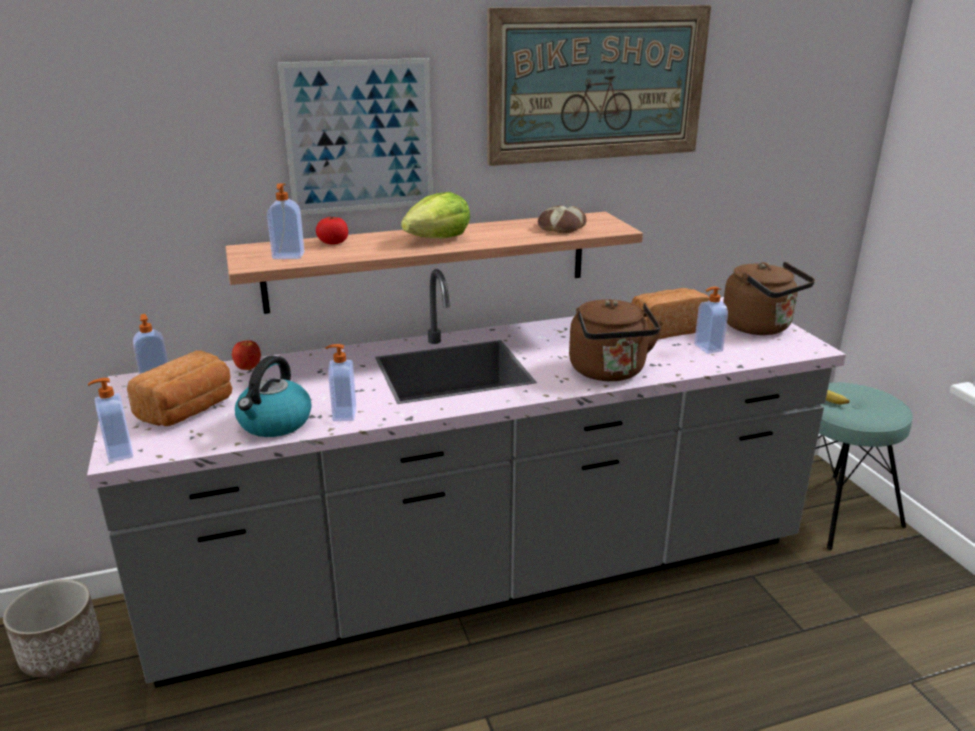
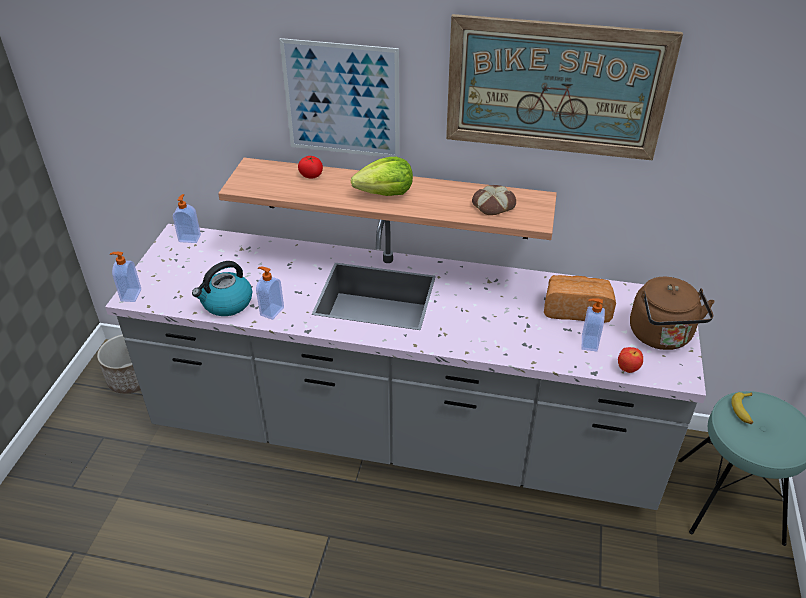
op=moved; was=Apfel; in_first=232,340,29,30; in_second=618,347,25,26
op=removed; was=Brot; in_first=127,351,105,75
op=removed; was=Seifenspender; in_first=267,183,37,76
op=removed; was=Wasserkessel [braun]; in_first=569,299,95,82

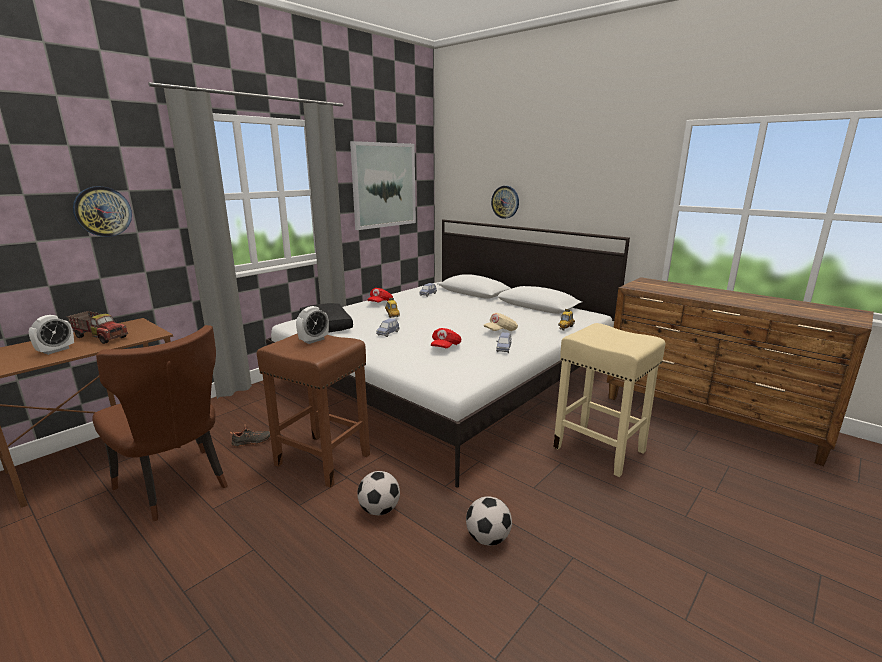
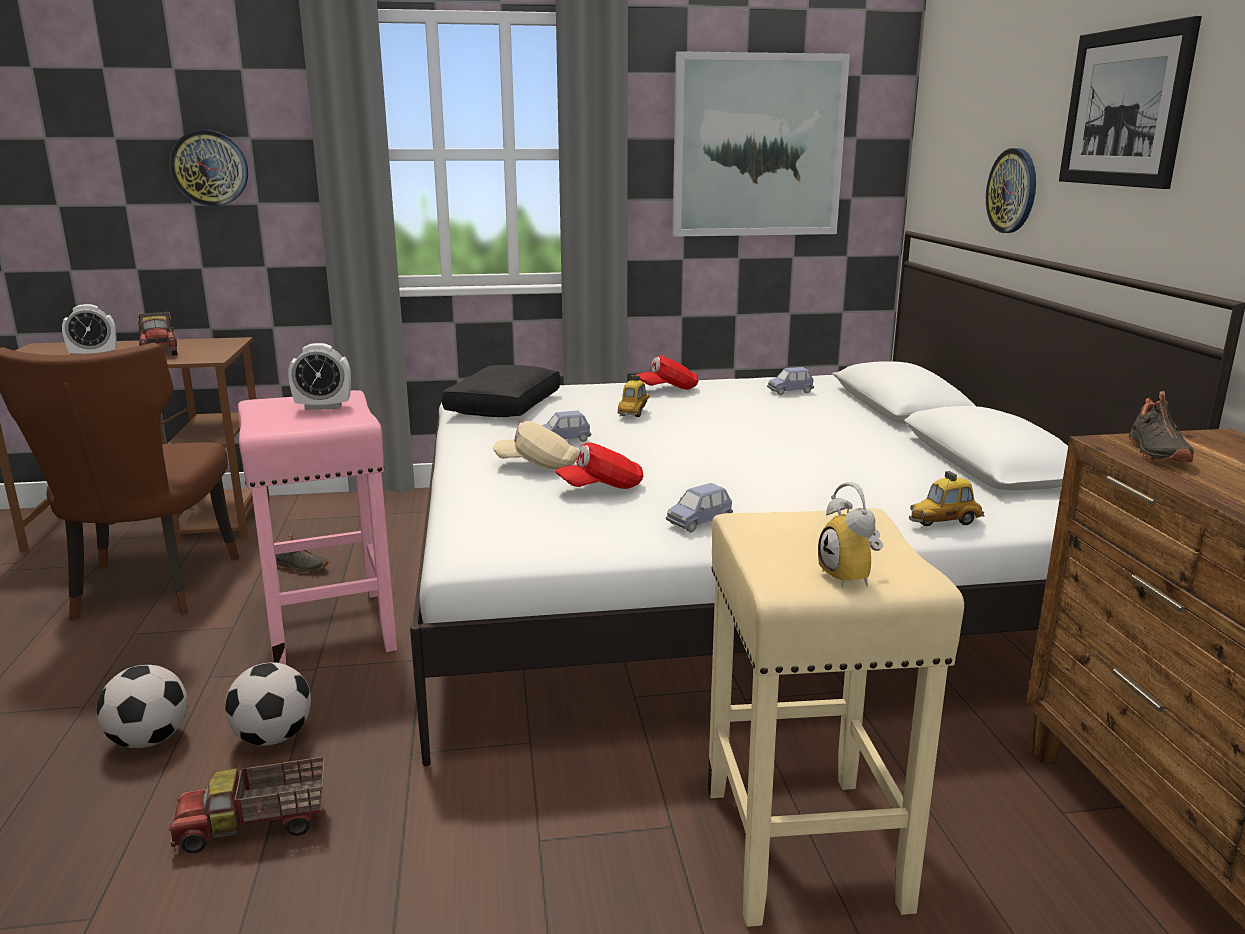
op=moved; was=Fußball; in_first=466,496,46,50; in_second=96,665,92,83
op=added; now=Spielzeuglaster; in_second=169,757,156,96
op=recoloured; was=Hocker [braun]; now=Hocker [rosa]; in_first=257,334,113,154; in_second=238,390,159,275
op=moved; was=Kappe [beige]; in_first=484,313,34,18; in_second=493,421,85,49
op=added; now=Wecker; in_second=818,482,65,106
op=added; now=Bild; in_second=1059,16,143,173
op=added; now=Schuh [schwarz]; in_second=1129,391,65,71

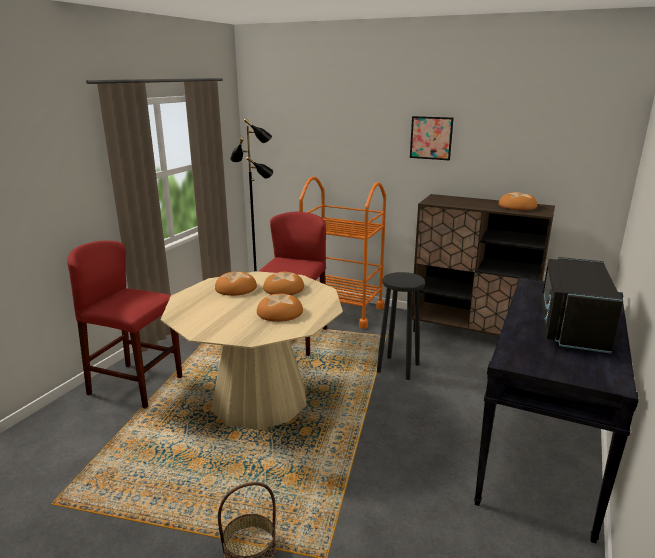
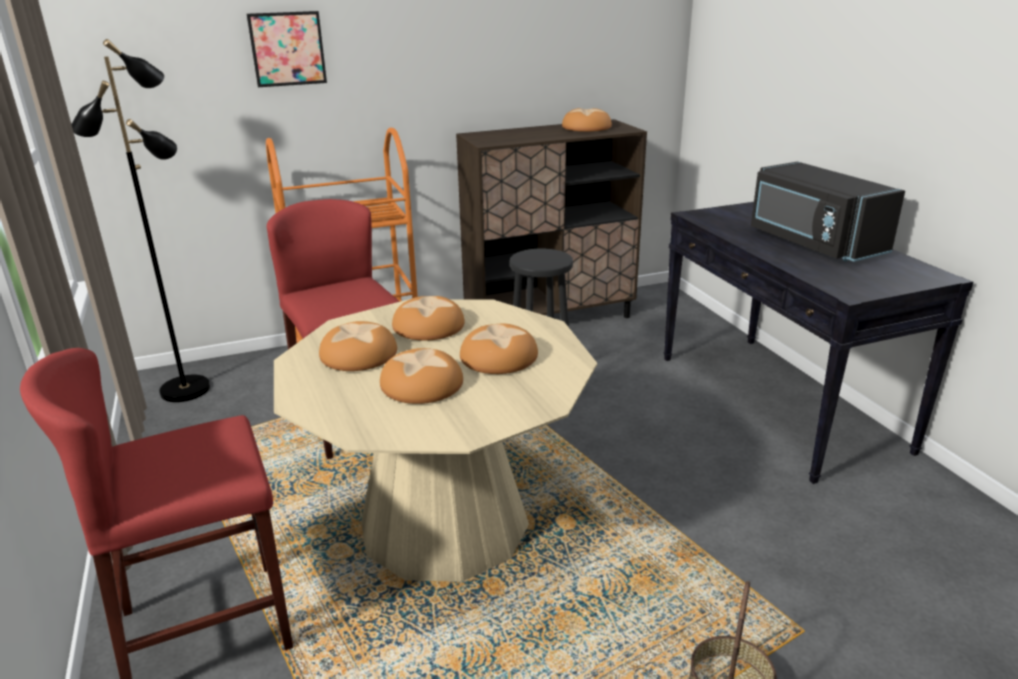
op=moved; was=Bild; in_first=410,116,44,44; in_second=247,11,80,76
op=added; now=Brot; in_second=380,348,83,56

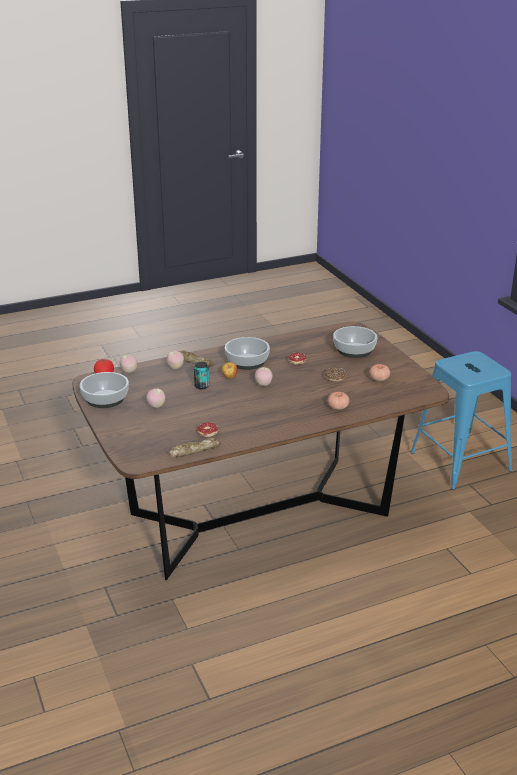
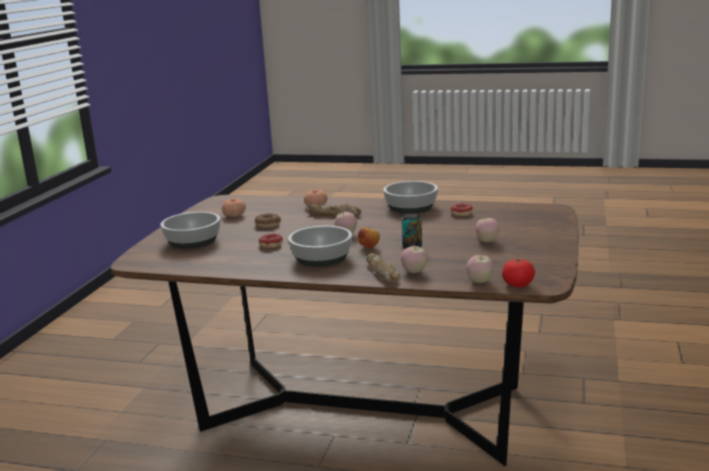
op=moved; was=Brot; in_first=169,438,52,19; in_second=308,203,53,13
op=moved; was=Schüssel; in_first=79,372,50,36; in_second=383,181,55,33
op=removed; was=Hocker [blau]; in_first=411,351,101,139

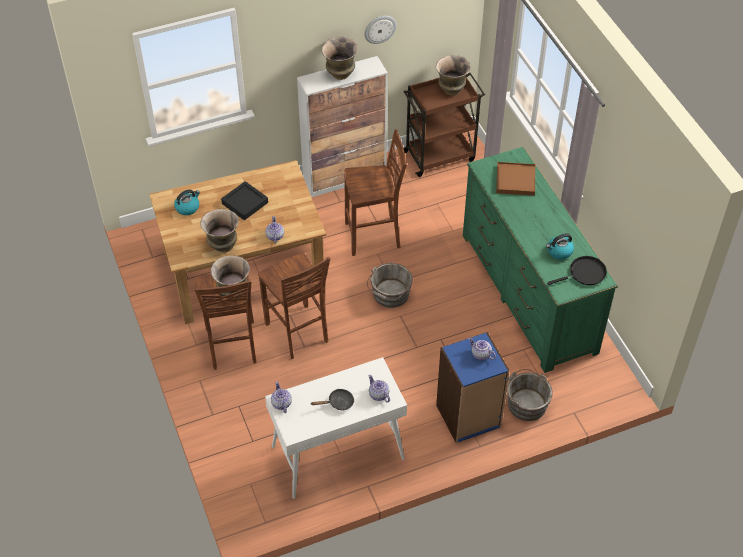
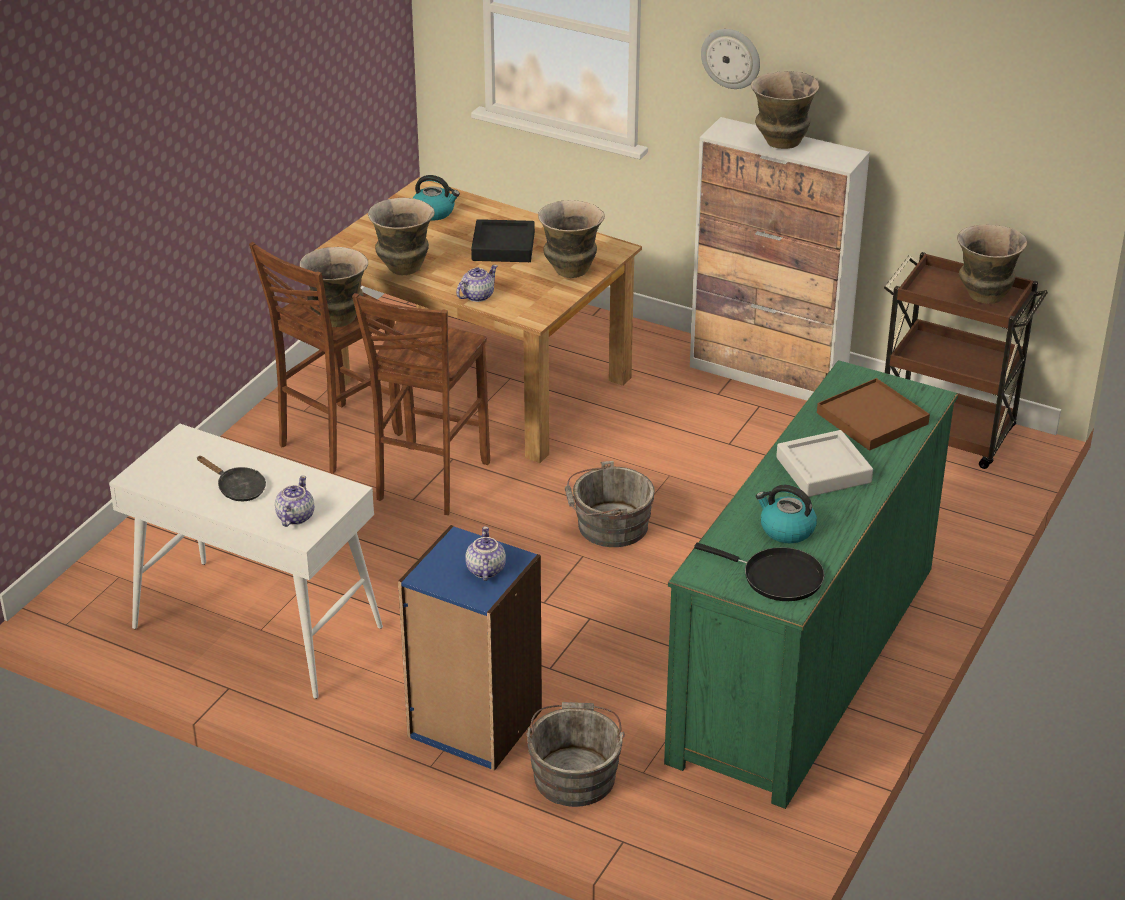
op=added; now=Vase; in_second=538,200,67,78
op=moved; was=Wanduhr; in_first=364,16,33,28; in_second=701,29,59,60
op=added; now=Tablett [grau]; in_second=776,430,97,67
op=removed; was=Teekanne; in_first=271,382,21,31
op=removed; was=Hocker [braun]; in_first=345,129,62,127

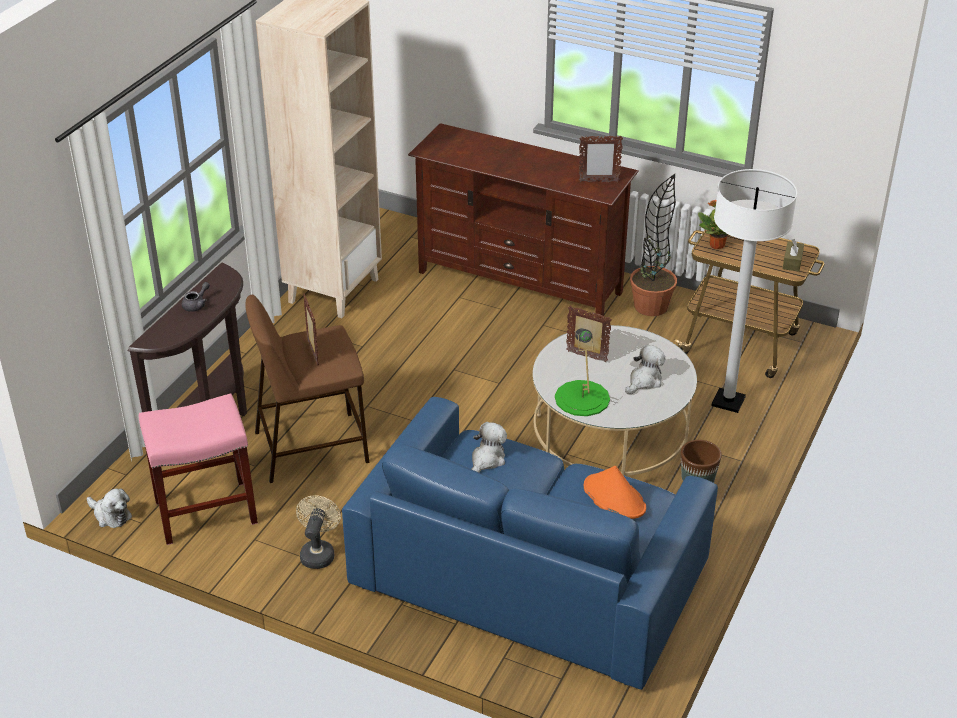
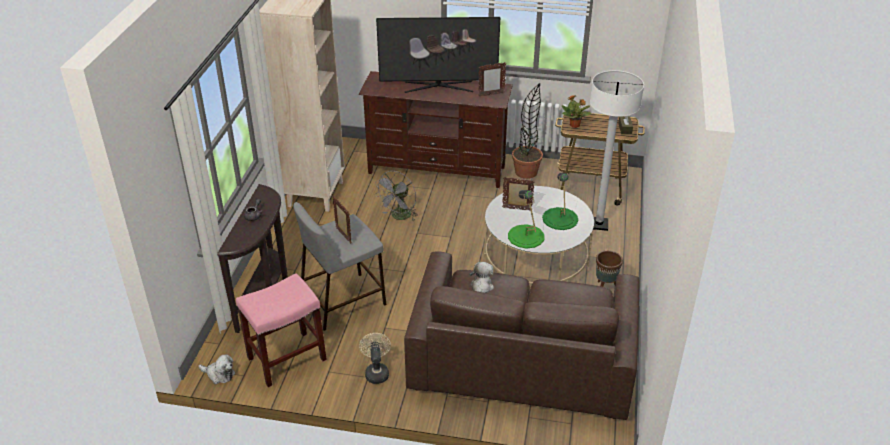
op=recoloured; was=Hocker [braun]; now=Hocker [grau]; in_first=245,295,125,188; in_second=293,202,93,129
op=added; now=Ventilator [grau]; in_second=374,171,44,50
op=added; now=Fernseher; in_second=376,17,124,76
op=recoloured; was=Sofa [blau]; now=Sofa [braun]; in_first=342,397,376,293; in_second=404,251,236,169
op=replaced; was=Plüschtier; now=Tischlampe [grün]; in_first=625,345,40,49; in_second=542,173,37,57
op=removed; was=Hut [orange]; in_first=584,466,62,53

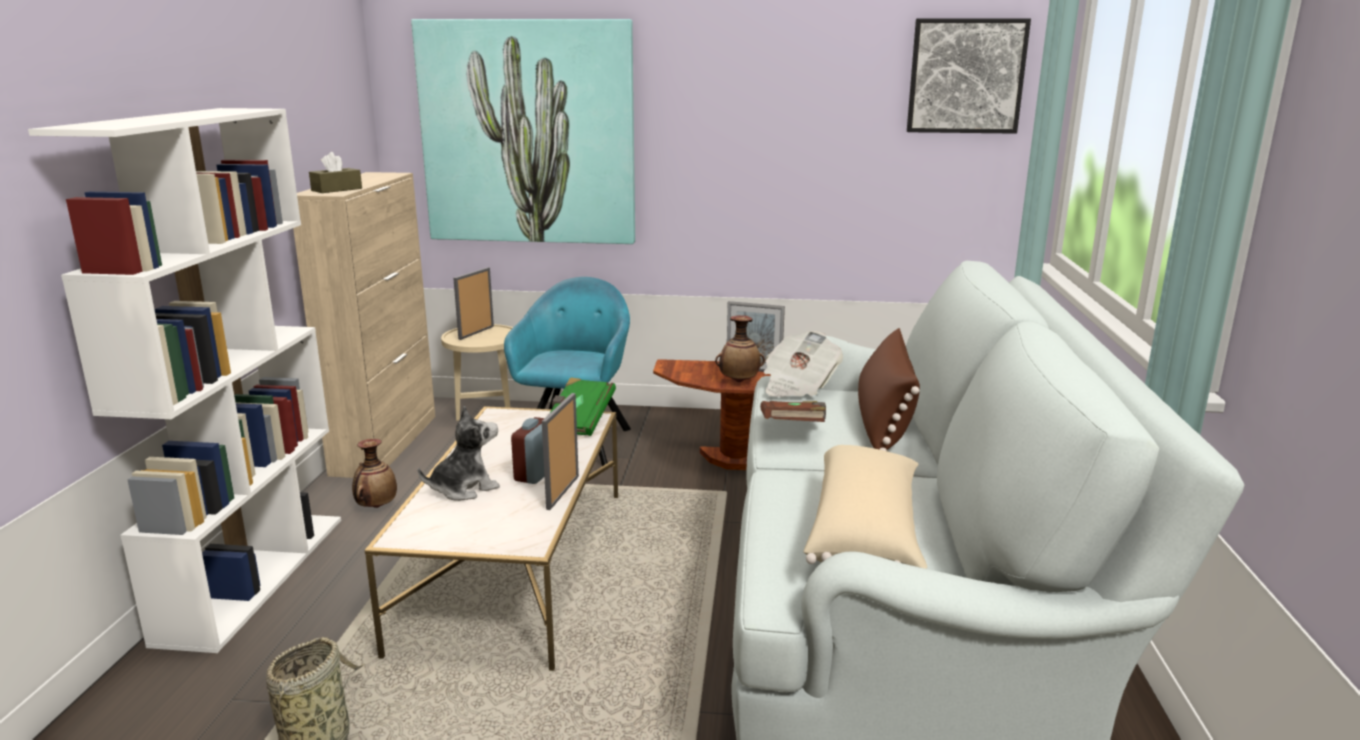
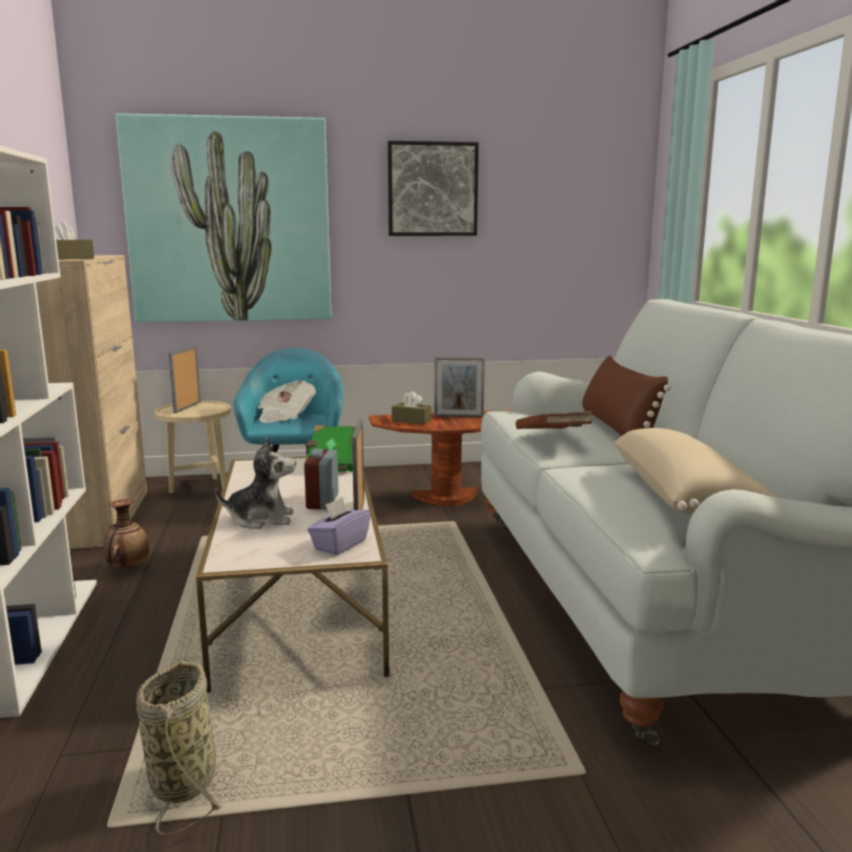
op=turned; was=Plüschtier; in_first=418,406,82,95; in_second=215,437,81,92; clockwise=45
op=moved; was=Zeitung; in_first=763,331,80,66; in_second=258,380,58,43
op=added; now=Taschentuchbox [lila]; in_second=308,497,63,58
op=moved; was=Bild; in_first=907,18,124,116; in_second=388,141,91,95
op=added; now=Taschentuchbox [braun]; in_second=392,391,39,33
op=removed; was=Vase; in_first=715,315,50,67

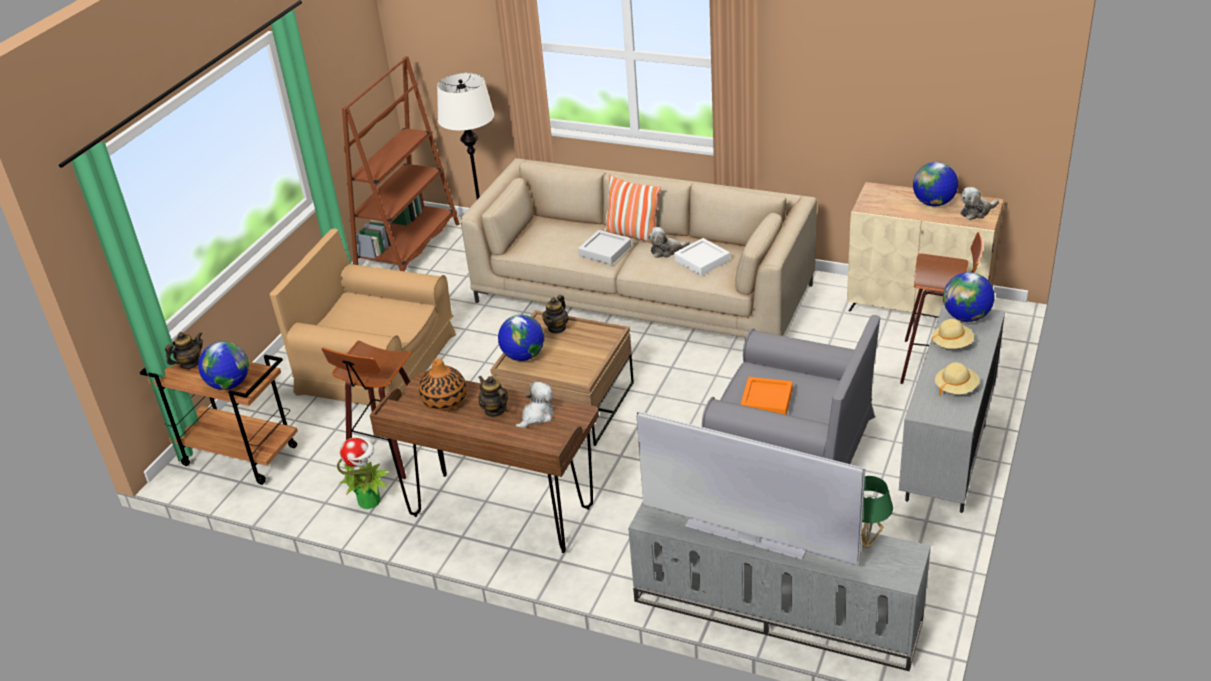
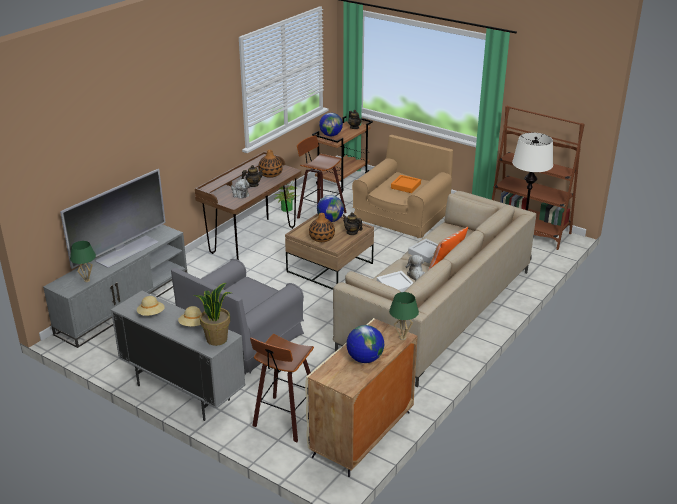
op=replaced; was=Globus; now=Topfpflanze; in_first=943,272,51,50; in_second=194,283,37,63
op=added; now=Vase; in_second=309,213,26,29
op=added; now=Tischlampe [grün]; in_second=389,292,30,48
op=moved; was=Tablett [orange]; in_first=740,377,53,38; in_second=391,175,30,18
op=removed; was=Plüschtier; in_first=960,187,39,33

